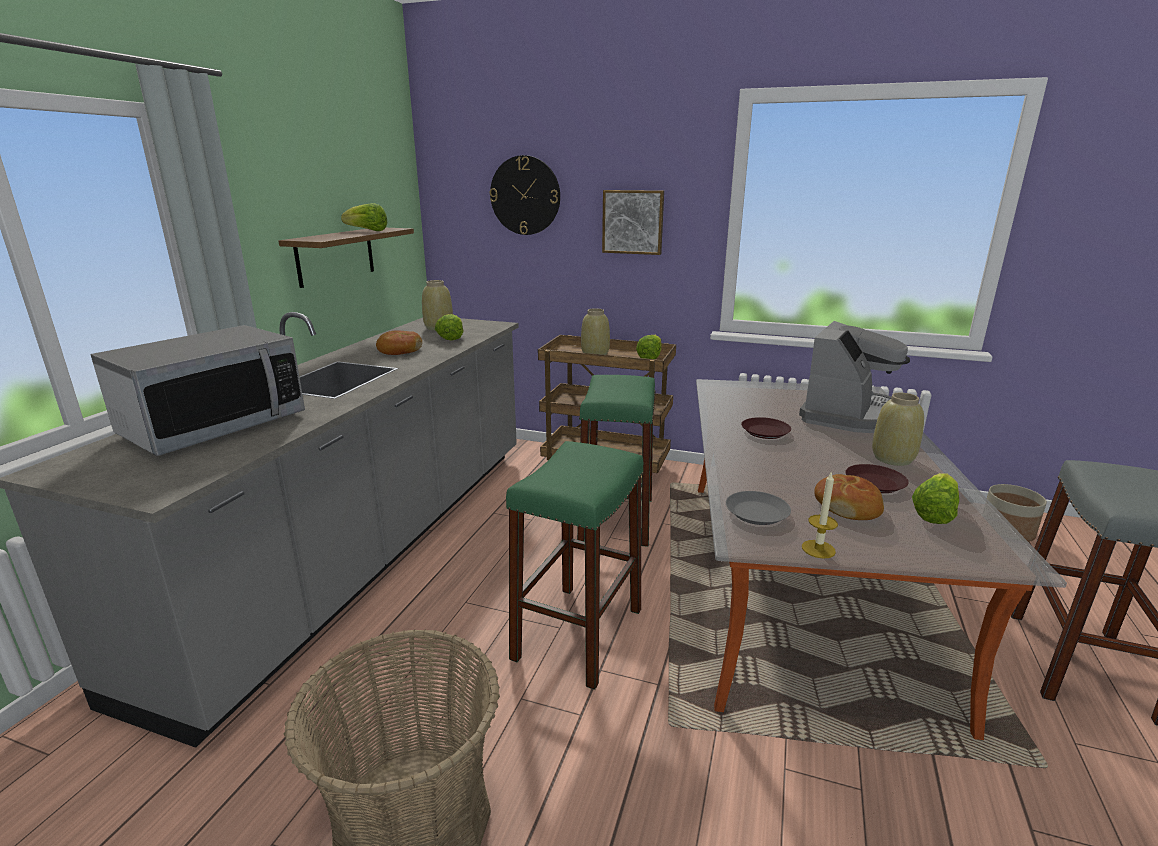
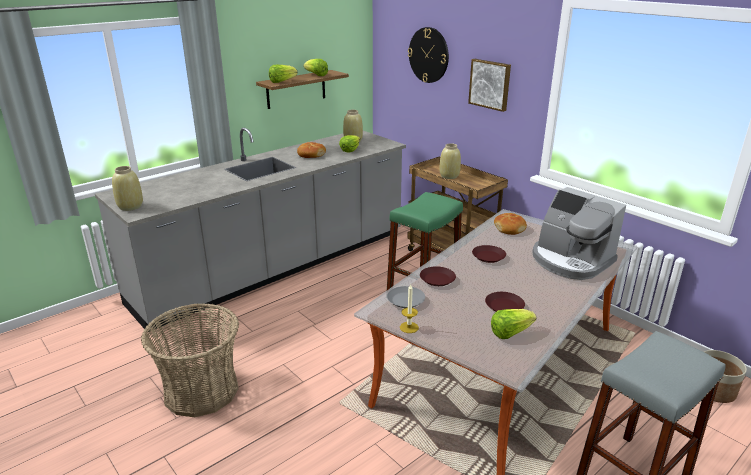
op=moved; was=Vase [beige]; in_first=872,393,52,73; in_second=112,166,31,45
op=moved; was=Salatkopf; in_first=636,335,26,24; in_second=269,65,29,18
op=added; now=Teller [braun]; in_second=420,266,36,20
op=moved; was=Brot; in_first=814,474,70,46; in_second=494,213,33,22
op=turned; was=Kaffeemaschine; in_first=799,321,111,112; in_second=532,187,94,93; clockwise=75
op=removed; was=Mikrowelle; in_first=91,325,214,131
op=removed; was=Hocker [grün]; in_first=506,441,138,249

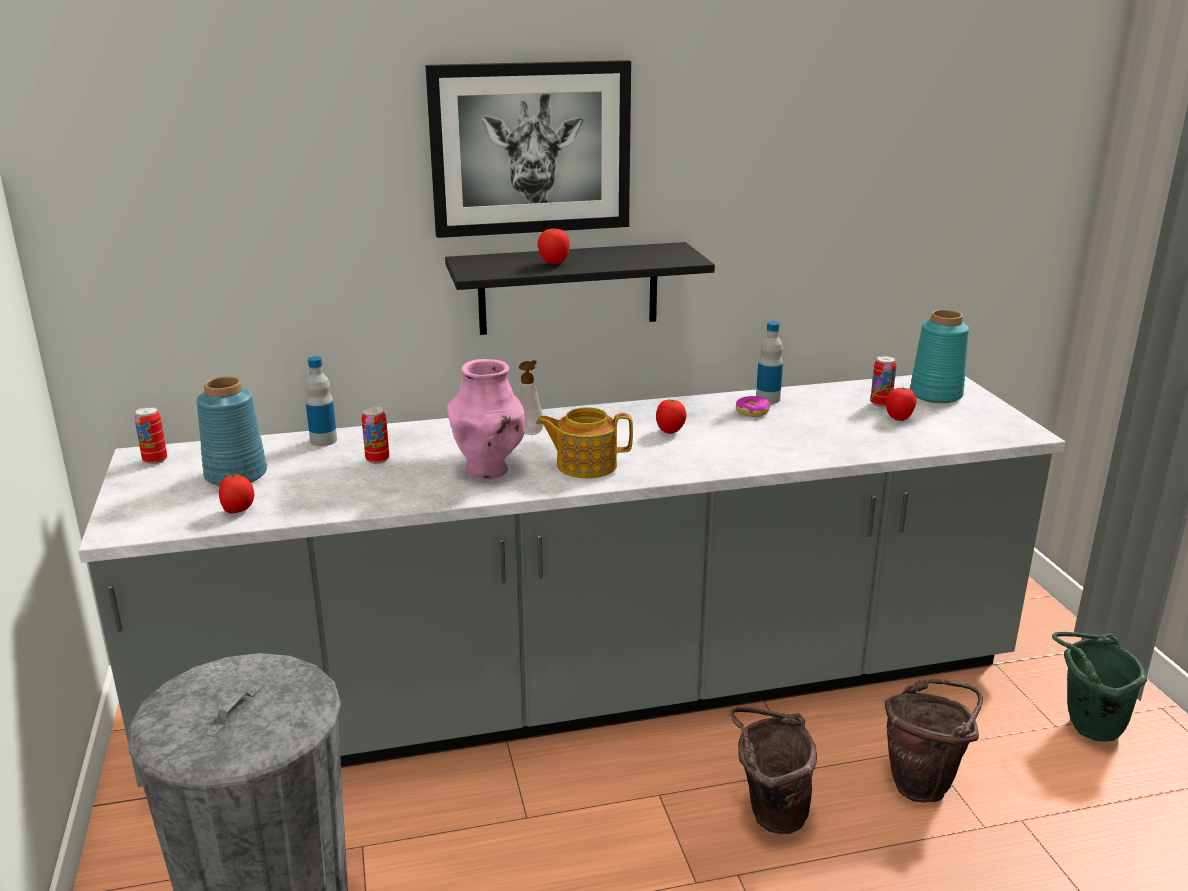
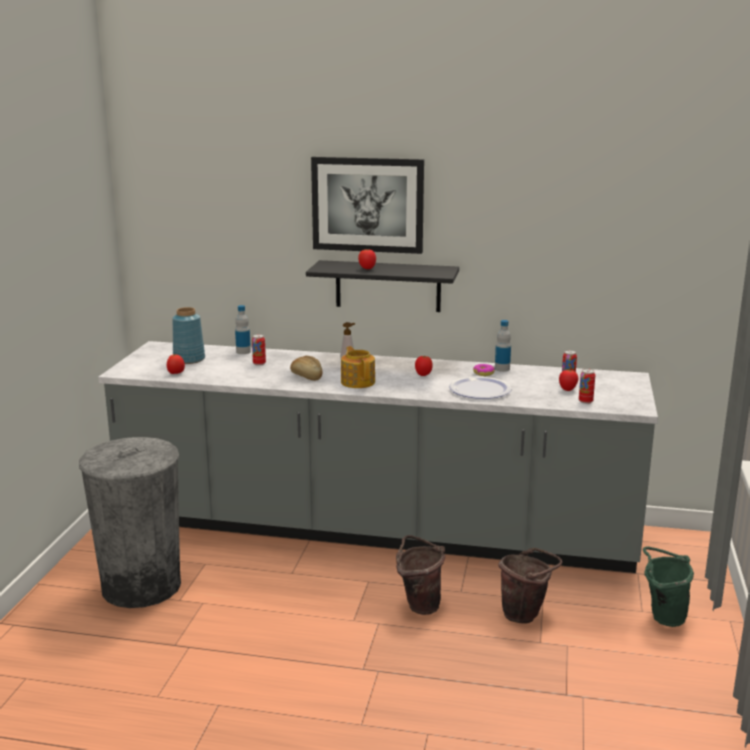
op=replaced; was=Vase [rosa]; now=Brot; in_first=447,359,78,121; in_second=290,356,33,25
op=turned; was=Teekanne; in_first=536,407,97,71; in_second=341,346,34,42; clockwise=45
op=added; now=Teller; in_second=449,377,62,22
op=moved; was=Dose; in_first=135,407,32,58; in_second=579,369,16,35
op=removed; was=Vase [türkis]; in_first=910,310,59,93

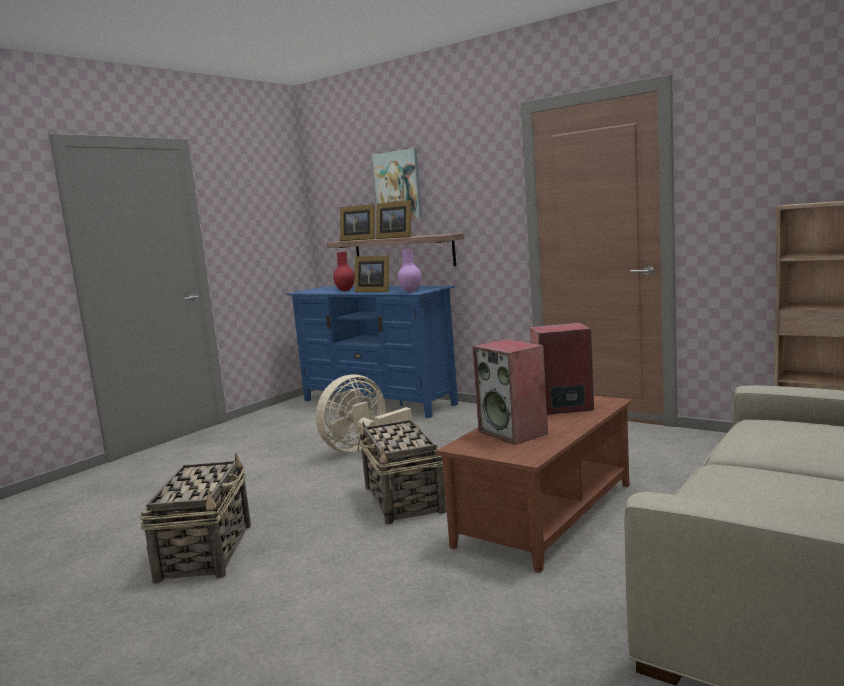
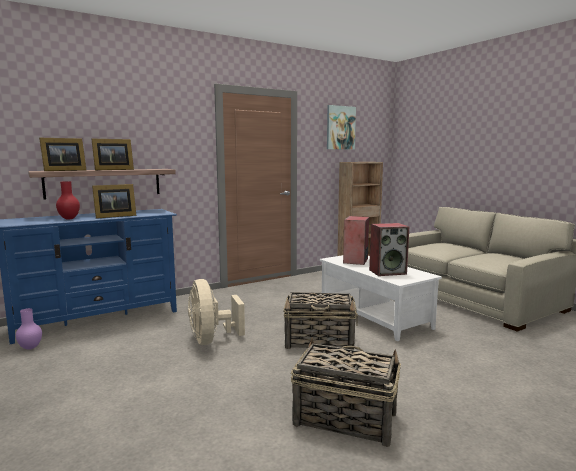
op=moved; was=Vase [lila]; in_first=398,249,23,43; in_second=16,308,26,42
op=recoloured; was=Couchtisch [braun]; now=Couchtisch [weiß]; in_first=436,396,196,177; in_second=320,255,122,86
op=moved; was=Bild; in_first=372,148,50,70; in_second=327,105,29,45

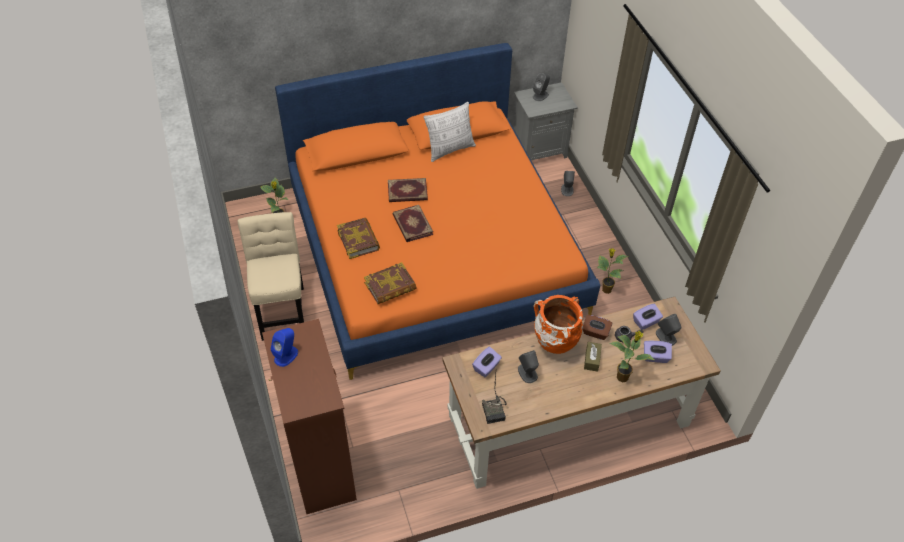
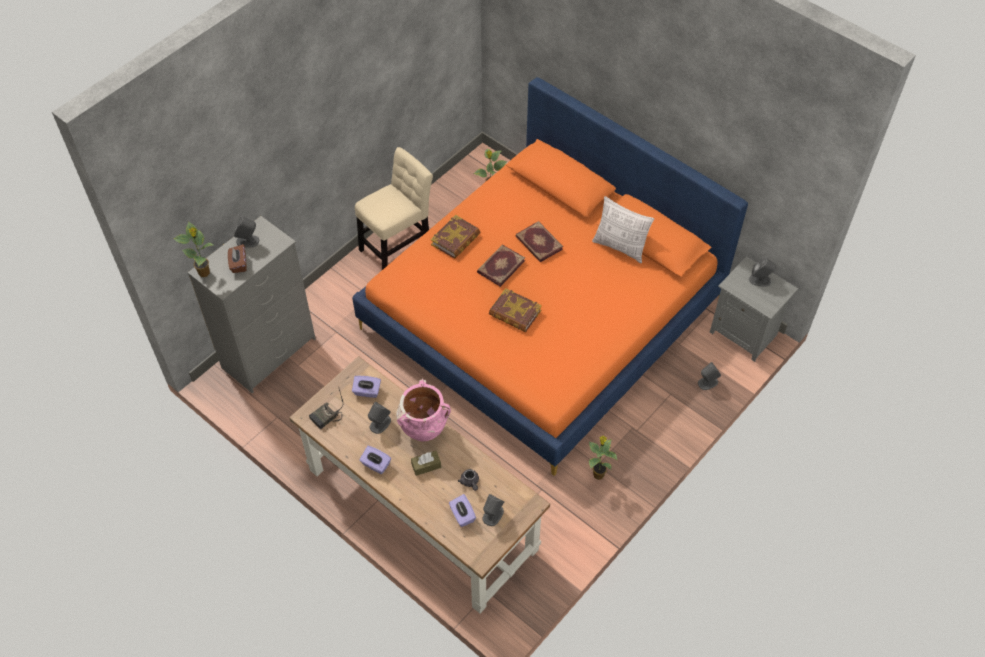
op=moved; was=Topfpflanze; in_first=609,331,45,51; in_second=174,221,39,56
op=recoloured; was=Kommode [braun]; now=Kommode [grau]; in_first=262,319,95,195; in_second=188,216,128,177
op=moved; was=Taschentuchbox [braun]; in_first=582,315,30,25; in_second=228,244,18,29
op=recoloured; was=Lautsprecher [blau]; now=Lautsprecher [grau]; in_first=271,328,27,39; in_second=234,216,25,32
op=moved; was=Taschentuchbox [lila]; in_first=633,304,30,26; in_second=359,446,32,28
op=recoloured; was=Vase [orange]; now=Vase [rosa]; in_first=534,295,49,59; in_second=396,378,55,64
op=moved; was=Buch; in_first=364,262,52,42; in_second=489,288,53,44

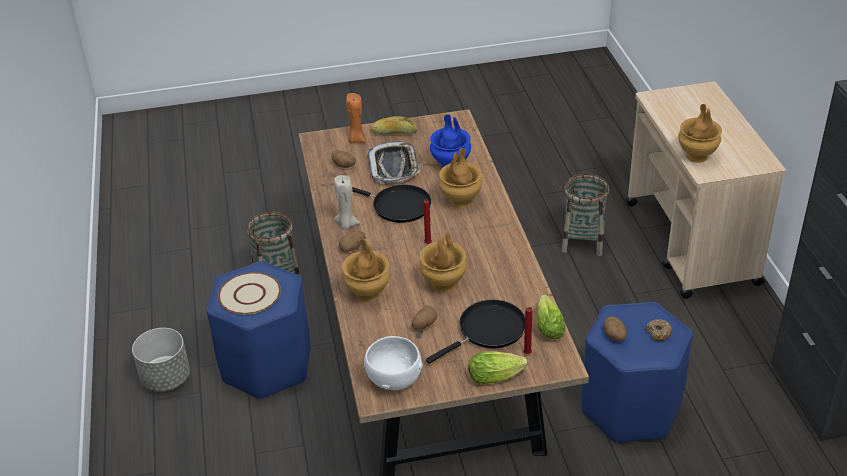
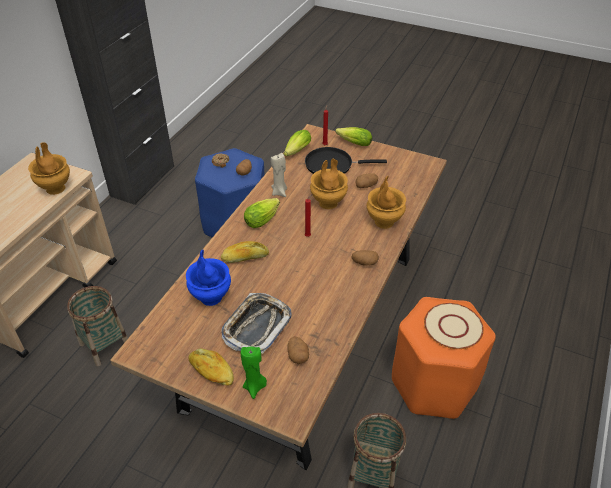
op=replaced; was=Vase [braun]; now=Brot; in_first=439,148,43,60; in_second=221,241,48,22
op=recoloured; was=Kerze [orange]; now=Kerze [grün]; in_first=346,93,20,50; in_second=241,347,26,52
op=added; now=Salatkopf; in_second=244,198,36,30
op=moved; was=Kerze [beige]; in_first=334,175,26,54; in_second=271,153,16,44
op=recoloured; was=Hocker [blau]; now=Hocker [orange]; in_first=207,261,103,139; in_second=392,297,104,122
op=removed; was=Pflanzkübel [grau]; in_first=132,328,58,64
op=removed; was=Pfanne [schwarz]; in_first=352,185,80,38
op=removed; was=Schüssel [weiß]; in_first=364,336,59,55

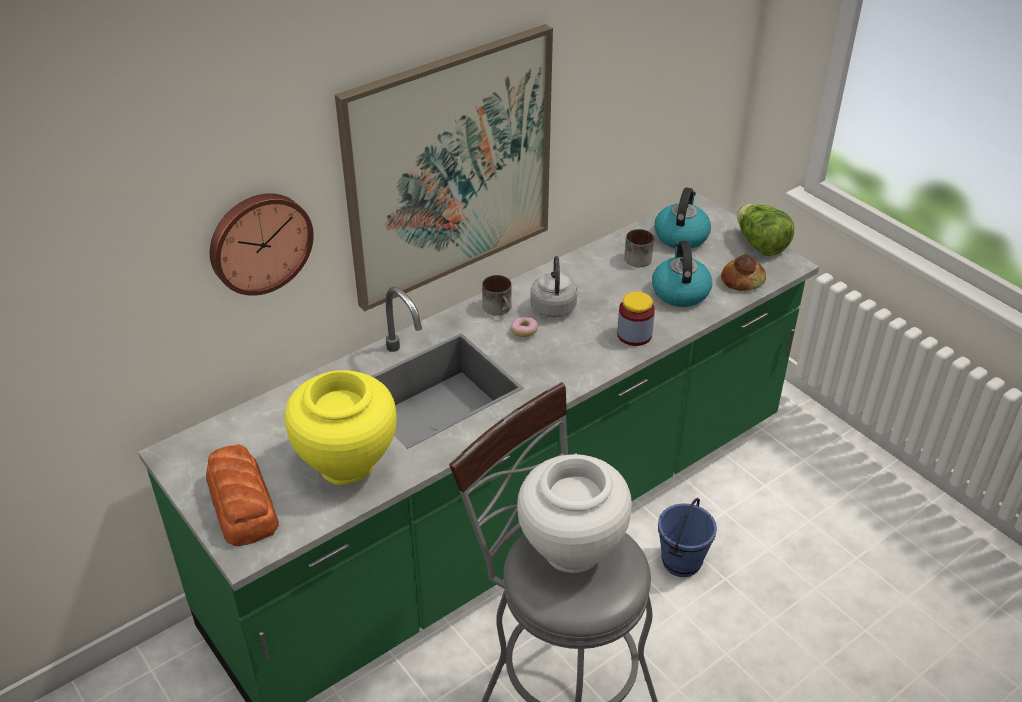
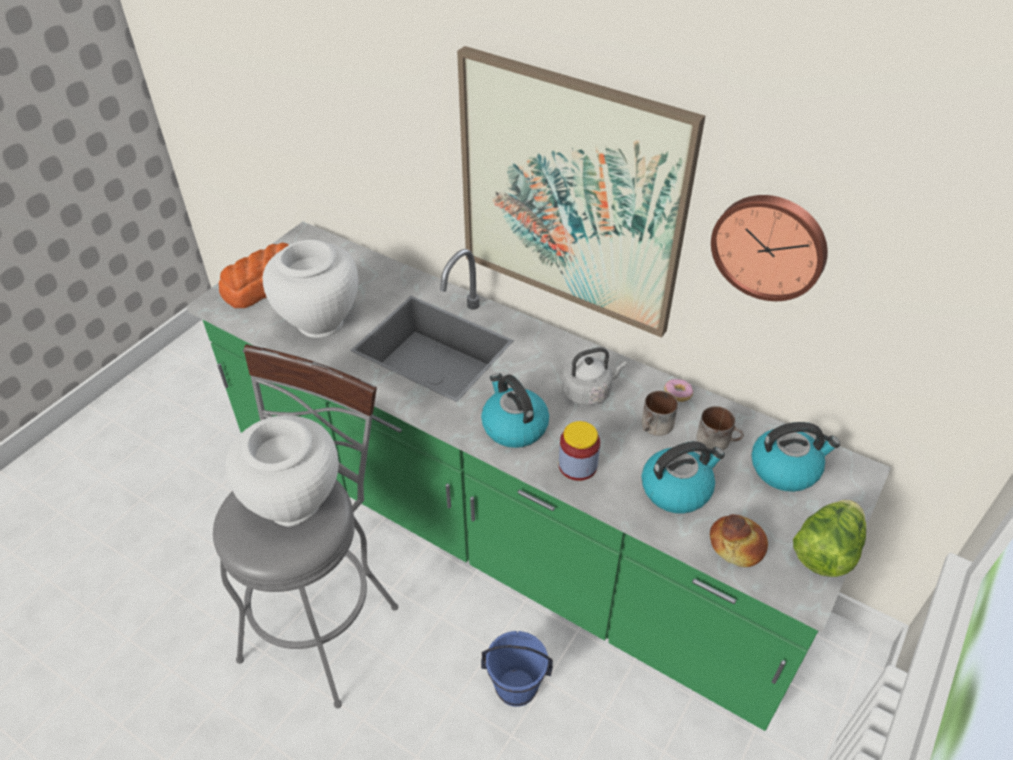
op=recoloured; was=Vase [gelb]; now=Vase [weiß]; in_first=285,370,112,115; in_second=262,240,96,98
op=added; now=Wasserkessel; in_second=481,373,68,75
op=moved; was=Henkelbecher; in_first=482,275,30,40; in_second=641,391,37,45
op=moved; was=Donut; in_first=511,317,27,20; in_second=664,379,29,23
op=moved; was=Wanduhr; in_first=210,193,104,103; in_second=711,195,117,106

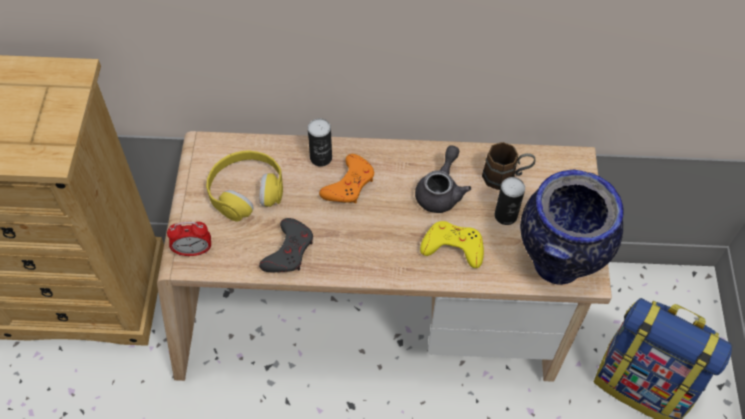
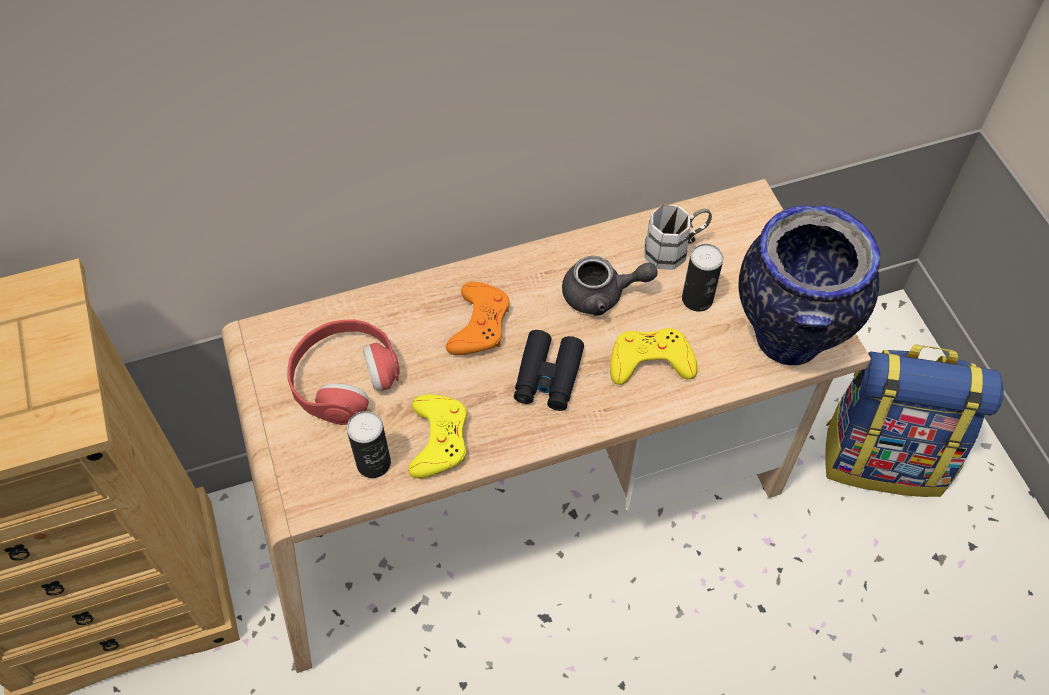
op=recoloured; was=Kopfhörer [gelb]; now=Kopfhörer [rot]; in_first=206,150,77,72; in_second=287,319,113,106
op=moved; was=Dose; in_first=308,118,24,49; in_second=347,411,44,67
op=recoloured; was=Gamepad [grau]; now=Gamepad [gelb]; in_first=259,218,54,54; in_second=408,394,59,84
op=added; now=Fernglas [schwarz]; in_second=514,330,70,81
op=turned; was=Teekanne [grau]; in_first=415,145,56,68; in_second=562,256,96,60; clockwise=90
op=recoloured; was=Henkelbecher [braun]; now=Henkelbecher [weiß]; in_first=482,142,53,48; in_second=644,205,68,65
op=removed; was=Wecker; in_first=167,222,44,34

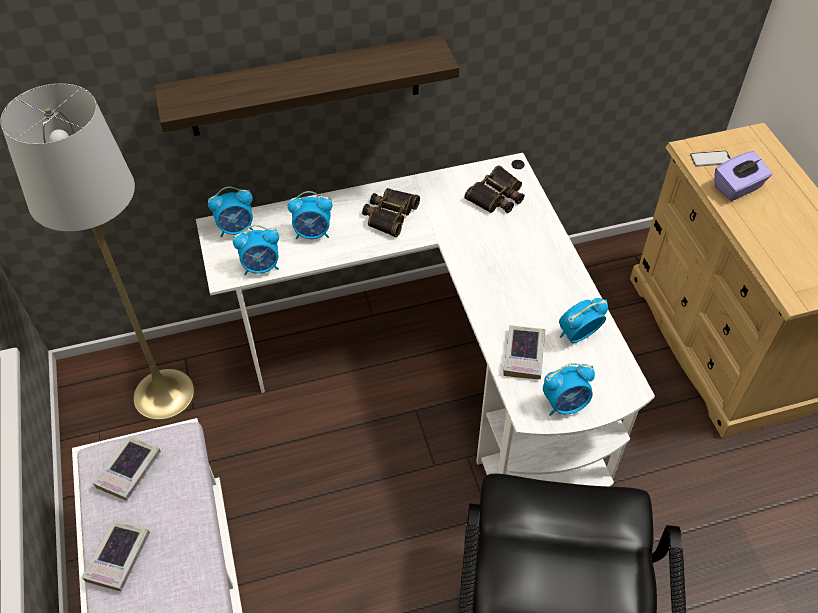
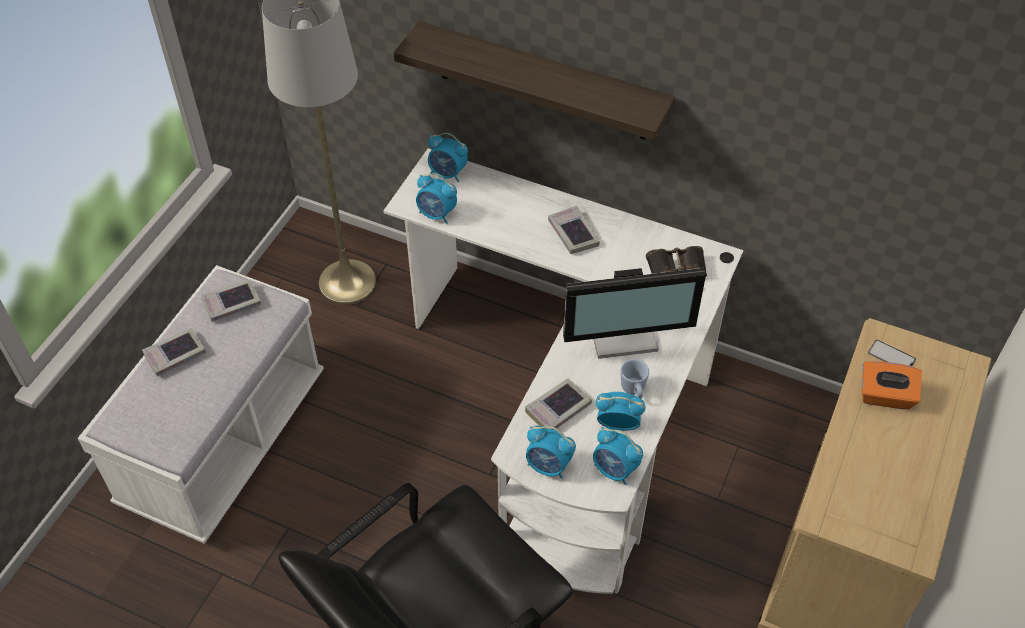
op=replaced; was=Fernglas; now=Buch; in_first=362,188,58,49; in_second=548,206,52,48
op=added; now=Monitor; in_second=563,268,143,91
op=moved; was=Wecker; in_first=287,191,45,48; in_second=593,427,50,58
op=added; now=Henkelbecher [blau]; in_second=620,359,29,39
op=recoloured; was=Taschentuchbox [lila]; now=Taschentuchbox [orange]; in_first=714,151,58,50; in_second=862,361,60,49

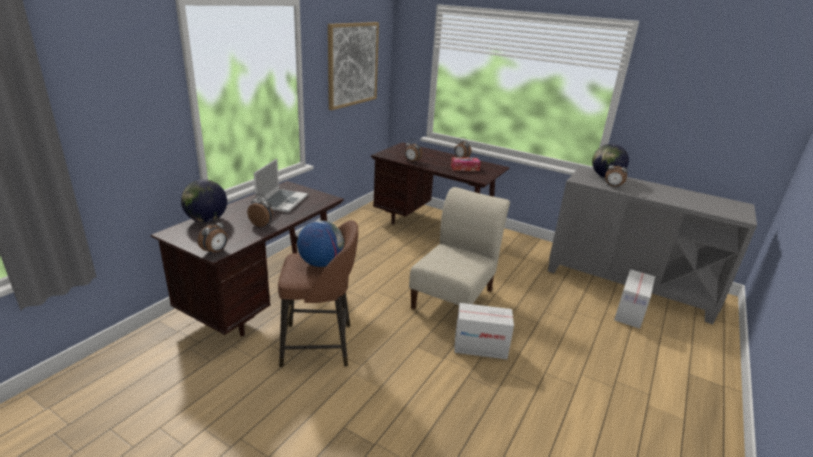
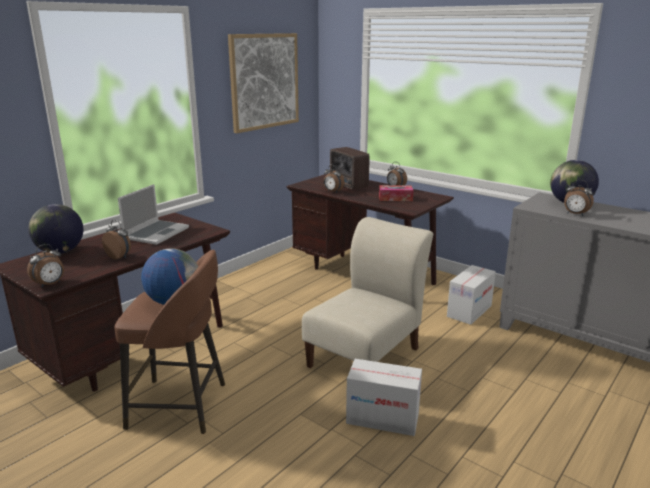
op=added; now=Radio; in_second=330,147,39,43
op=moved; was=Karton; in_first=614,269,41,60; in_second=447,265,49,60

